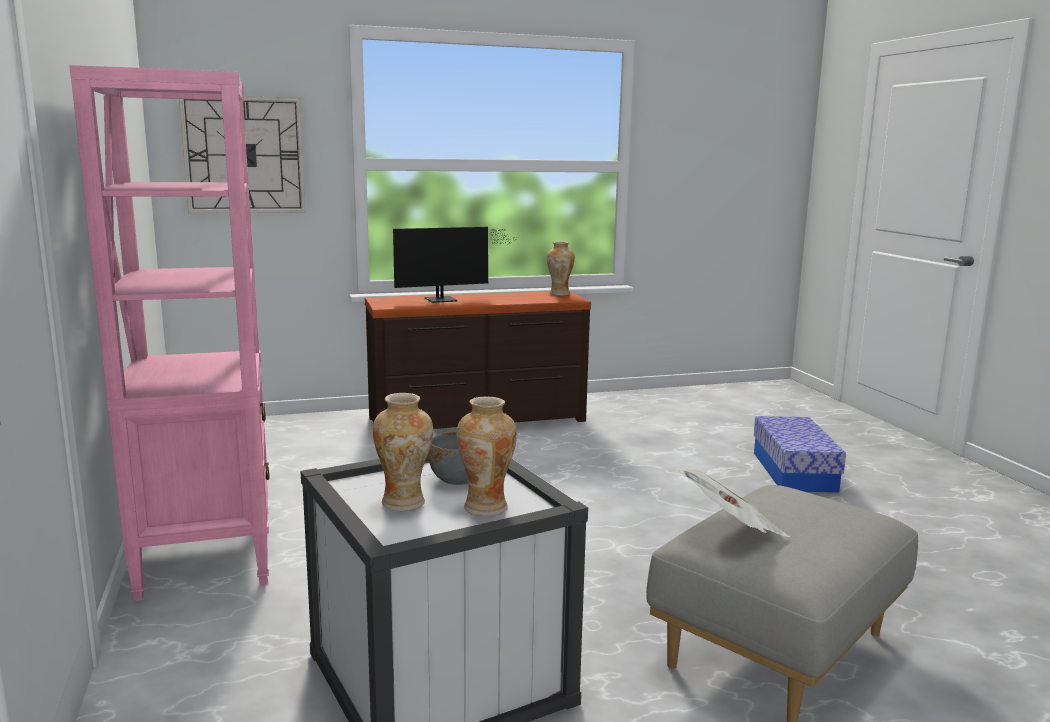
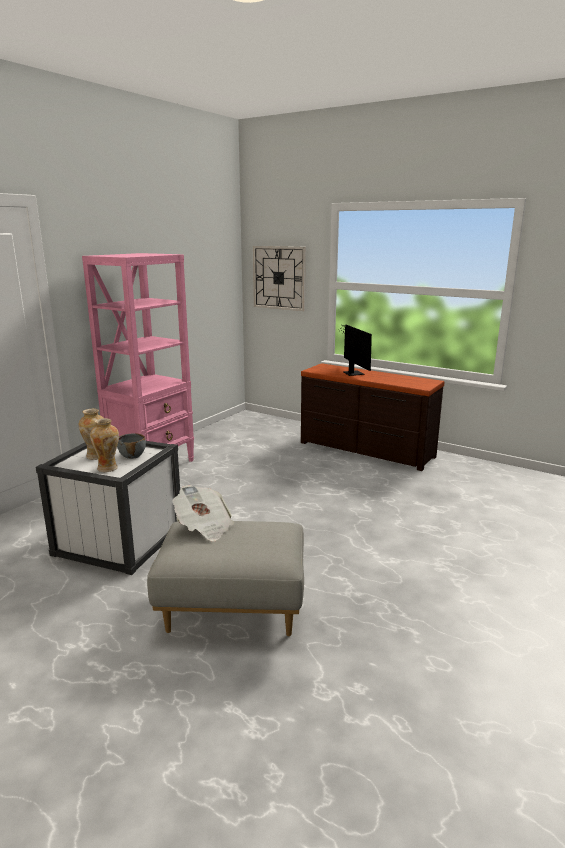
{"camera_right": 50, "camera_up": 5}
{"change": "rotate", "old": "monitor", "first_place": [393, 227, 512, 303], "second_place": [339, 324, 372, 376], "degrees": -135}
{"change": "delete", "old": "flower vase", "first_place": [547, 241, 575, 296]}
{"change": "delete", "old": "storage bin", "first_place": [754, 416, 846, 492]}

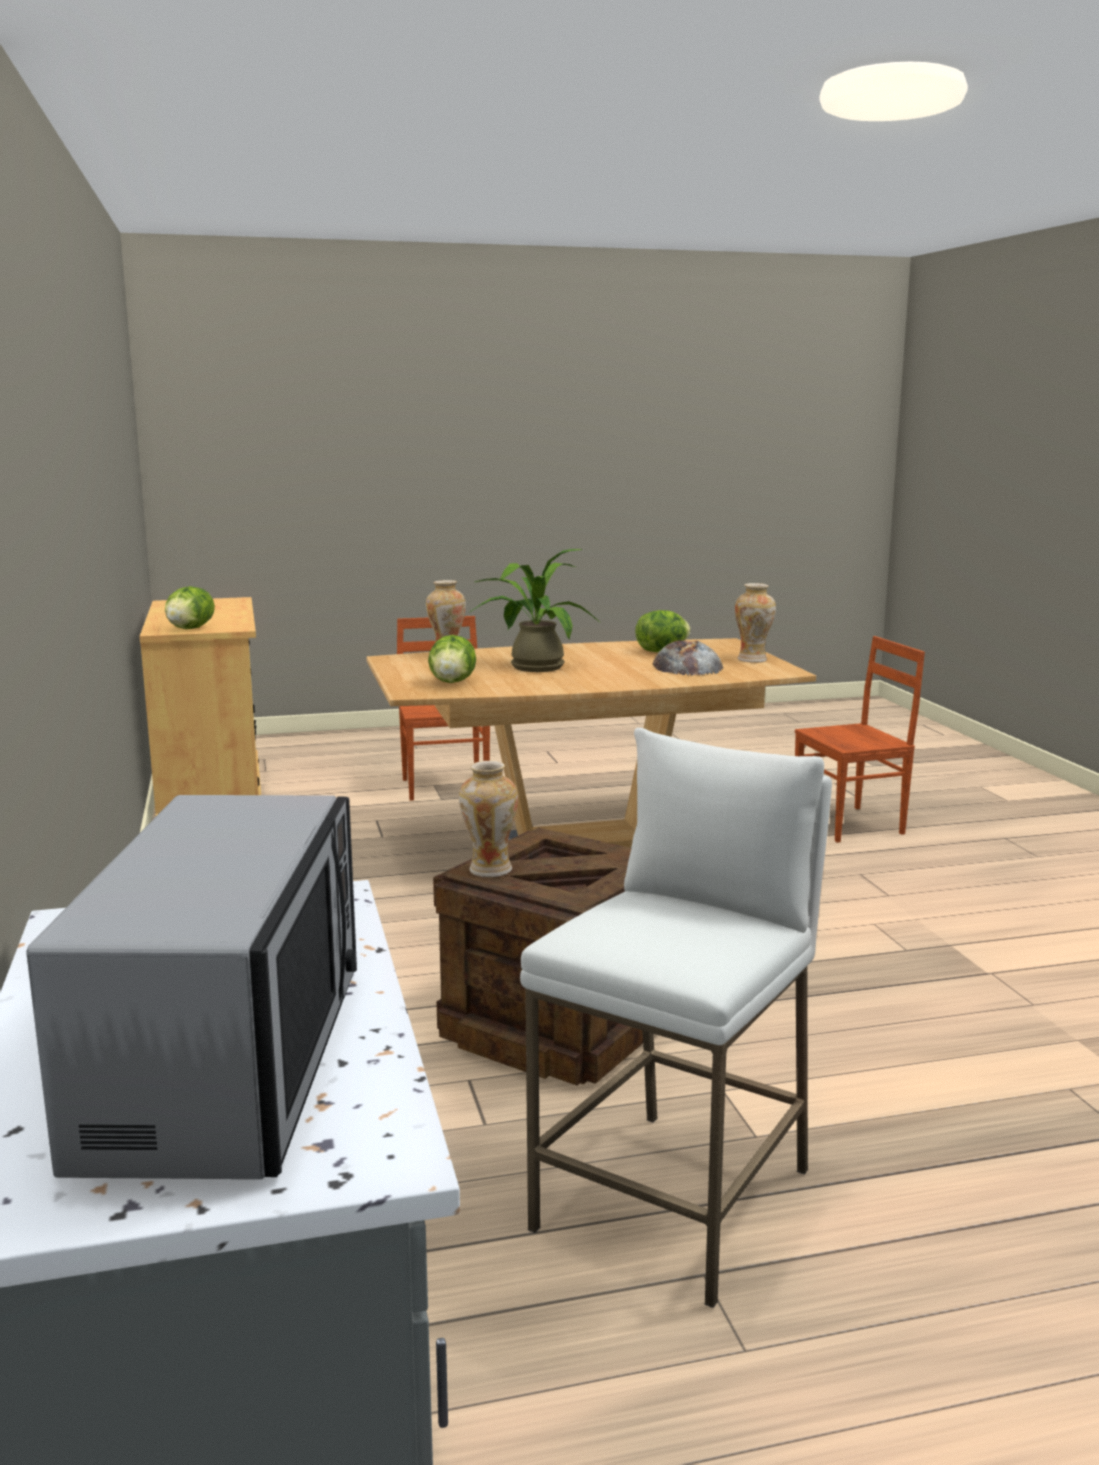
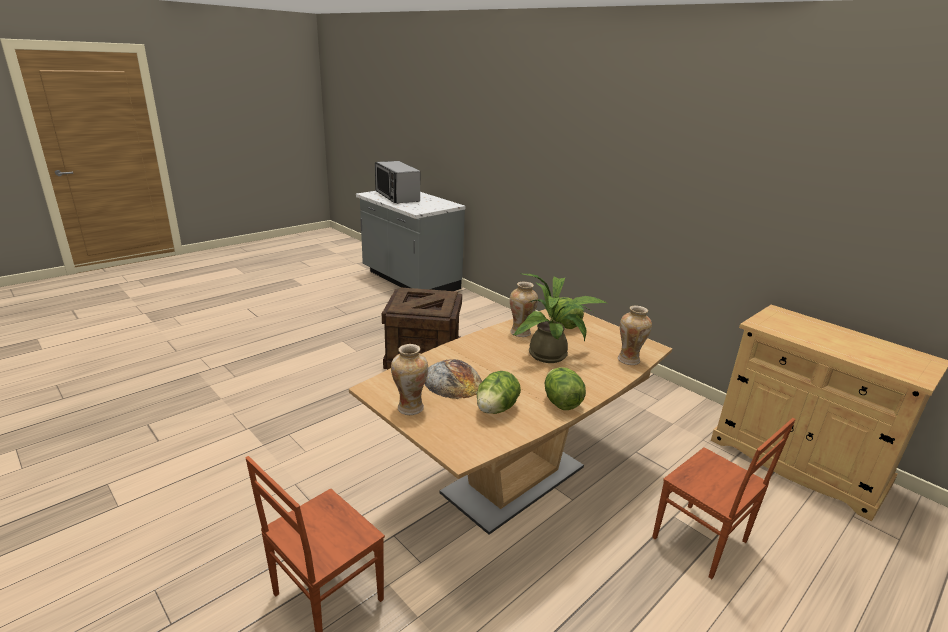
{"camera_right": 150, "camera_up": 10}
{"change": "move", "old": "lettuce head", "first_place": [165, 586, 215, 629], "second_place": [545, 367, 586, 410]}
{"change": "move", "old": "flower vase", "first_place": [459, 761, 518, 878], "second_place": [510, 282, 538, 337]}
{"change": "delete", "old": "white stool", "first_place": [520, 728, 832, 1308]}

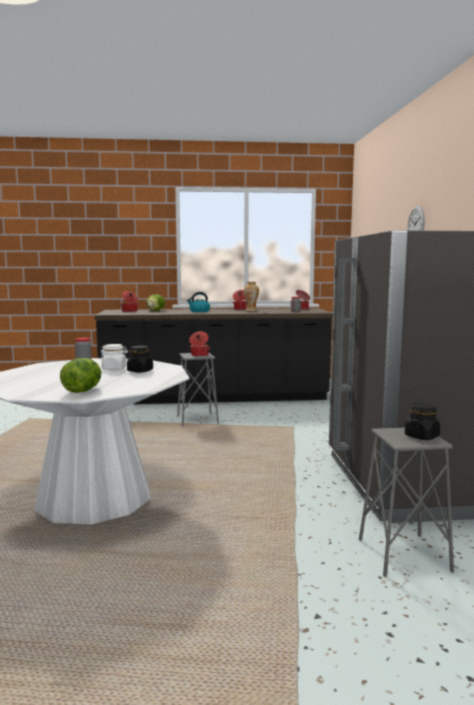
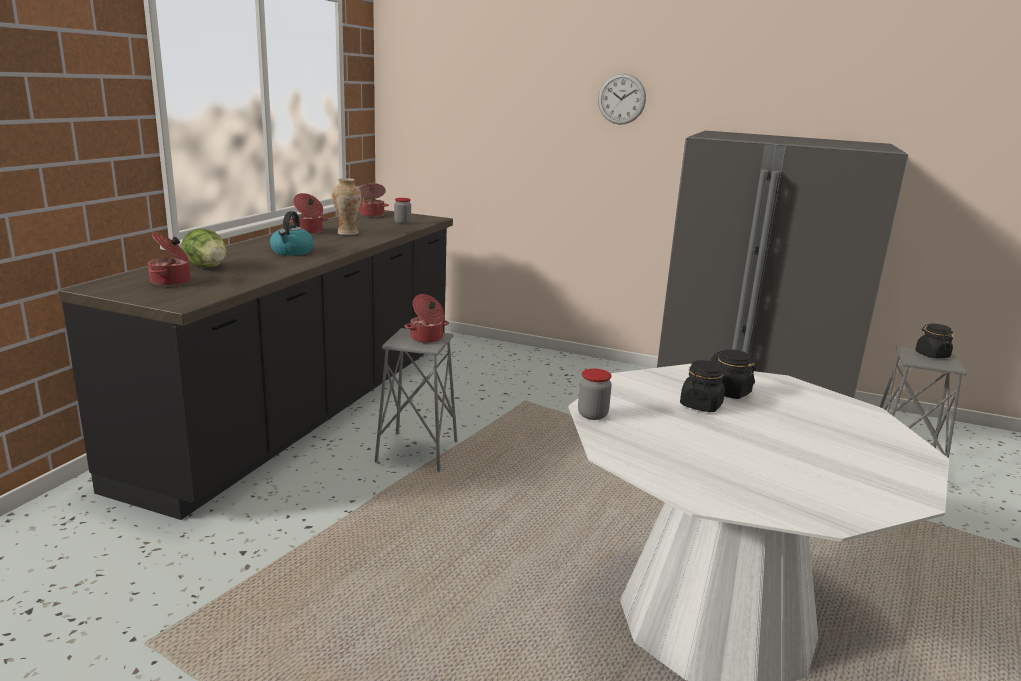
{"camera_right": -65, "camera_up": 10}
{"change": "delete", "old": "lettuce head", "first_place": [60, 358, 101, 393]}
{"change": "recolor", "old": "white storage jar", "new": "black-coloured storage jar", "first_place": [100, 344, 128, 370], "second_place": [680, 360, 725, 412]}

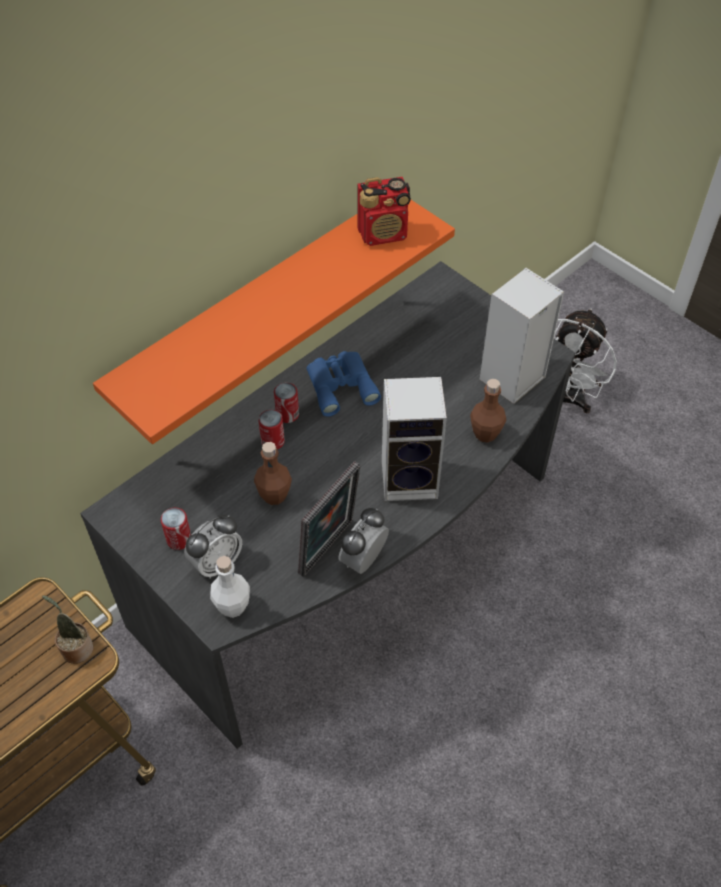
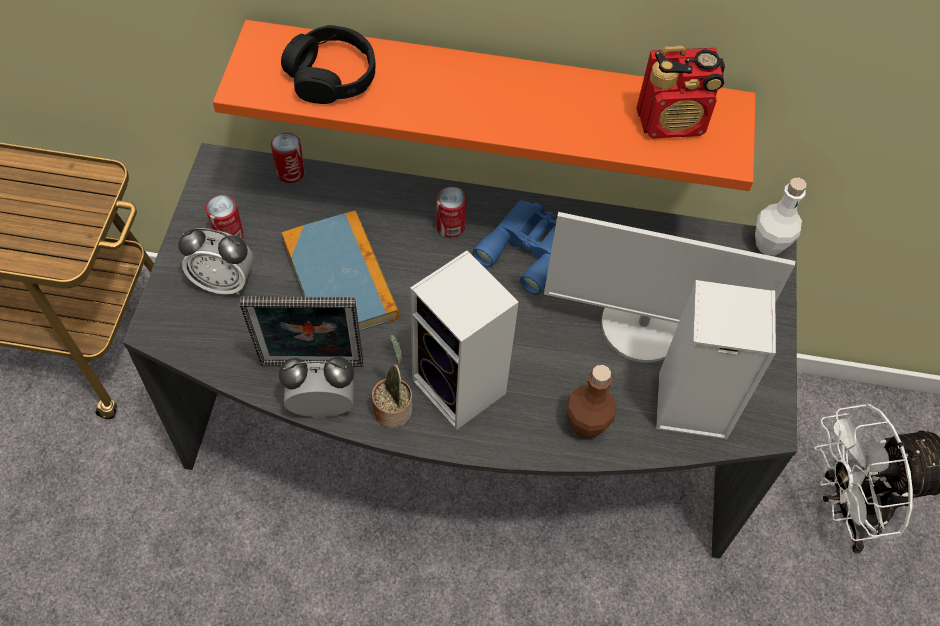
{"camera_right": 50, "camera_up": 5}
{"change": "move", "old": "potted plant", "first_place": [42, 595, 93, 664], "second_place": [372, 335, 412, 428]}
{"change": "move", "old": "white drink bottle", "first_place": [210, 556, 250, 618], "second_place": [755, 178, 807, 256]}
{"change": "replace", "old": "brown-coloured drink bottle", "new": "book", "first_place": [254, 442, 292, 505], "second_place": [282, 210, 400, 331]}
{"change": "move", "old": "metal can", "first_place": [258, 410, 285, 450], "second_place": [271, 132, 305, 183]}
{"change": "rotate", "old": "radio receiver", "first_place": [357, 177, 411, 246], "second_place": [636, 45, 725, 139], "degrees": -45}
{"change": "insert", "new": "black-coloured headset", "second_place": [281, 25, 376, 104]}
{"change": "insert", "new": "monitor", "second_place": [544, 212, 795, 363]}

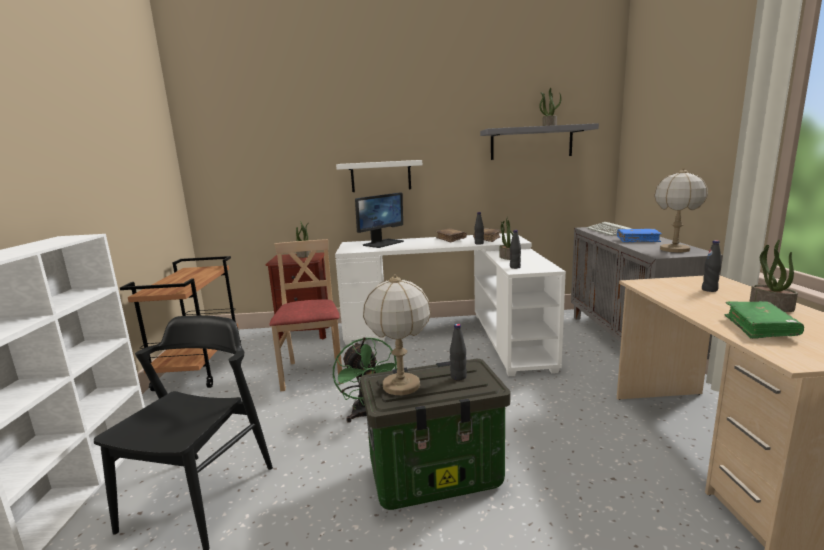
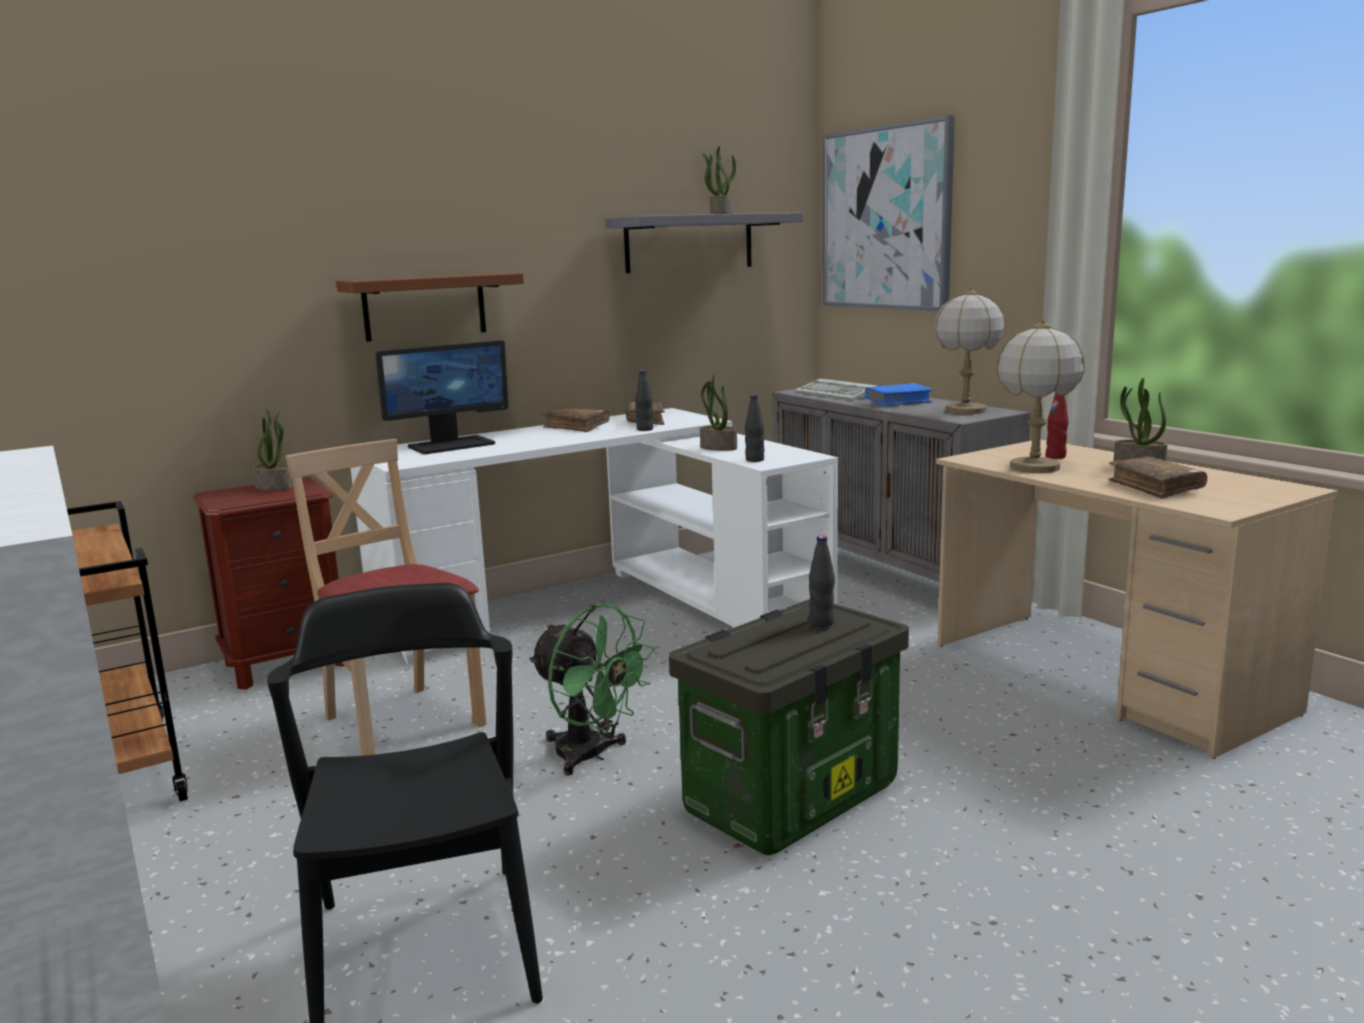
{"camera_right": -30, "camera_up": 0}
{"change": "recolor", "old": "white shelf", "new": "brown-coloured shelf", "first_place": [336, 160, 422, 192], "second_place": [336, 273, 524, 342]}
{"change": "rotate", "old": "monitor", "first_place": [355, 192, 404, 248], "second_place": [375, 340, 508, 454], "degrees": 45}
{"change": "move", "old": "lamp for a table", "first_place": [363, 274, 431, 395], "second_place": [996, 319, 1085, 473]}
{"change": "recolor", "old": "black-coloured drink bottle", "new": "reddish drink bottle", "first_place": [702, 240, 722, 292], "second_place": [1046, 393, 1069, 459]}
{"change": "recolor", "old": "green-coloured book", "new": "brown-coloured book", "first_place": [725, 301, 804, 339], "second_place": [1108, 456, 1207, 499]}
{"change": "insert", "new": "wall picture", "second_place": [823, 115, 955, 312]}

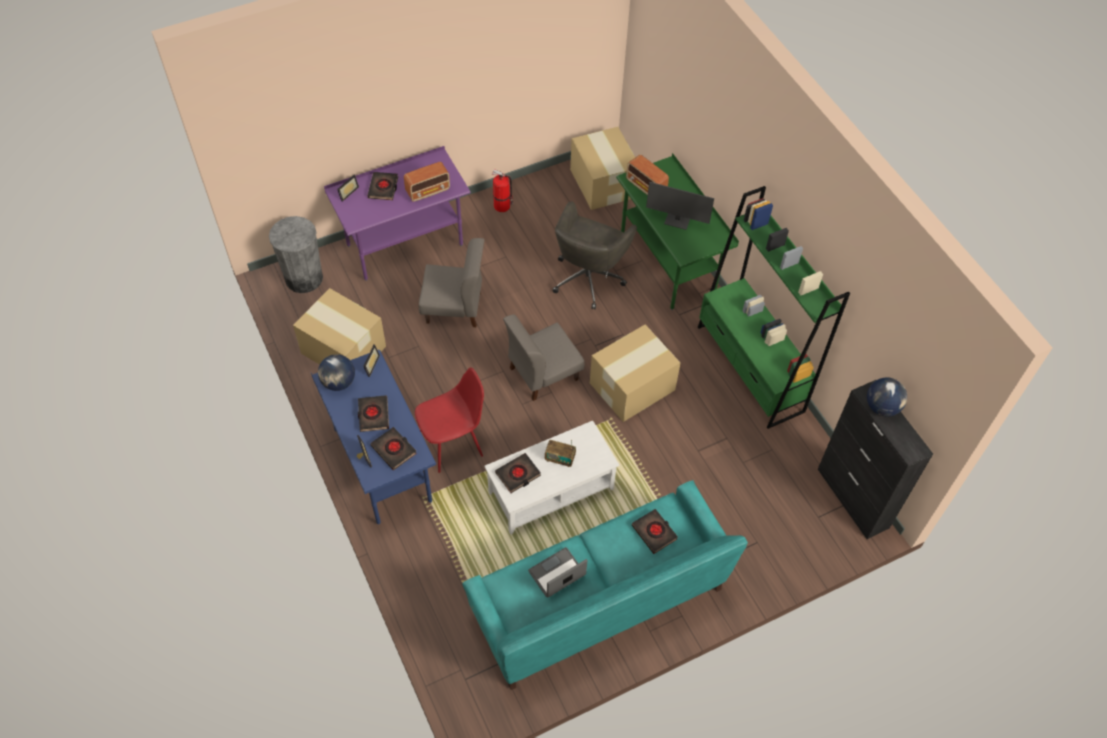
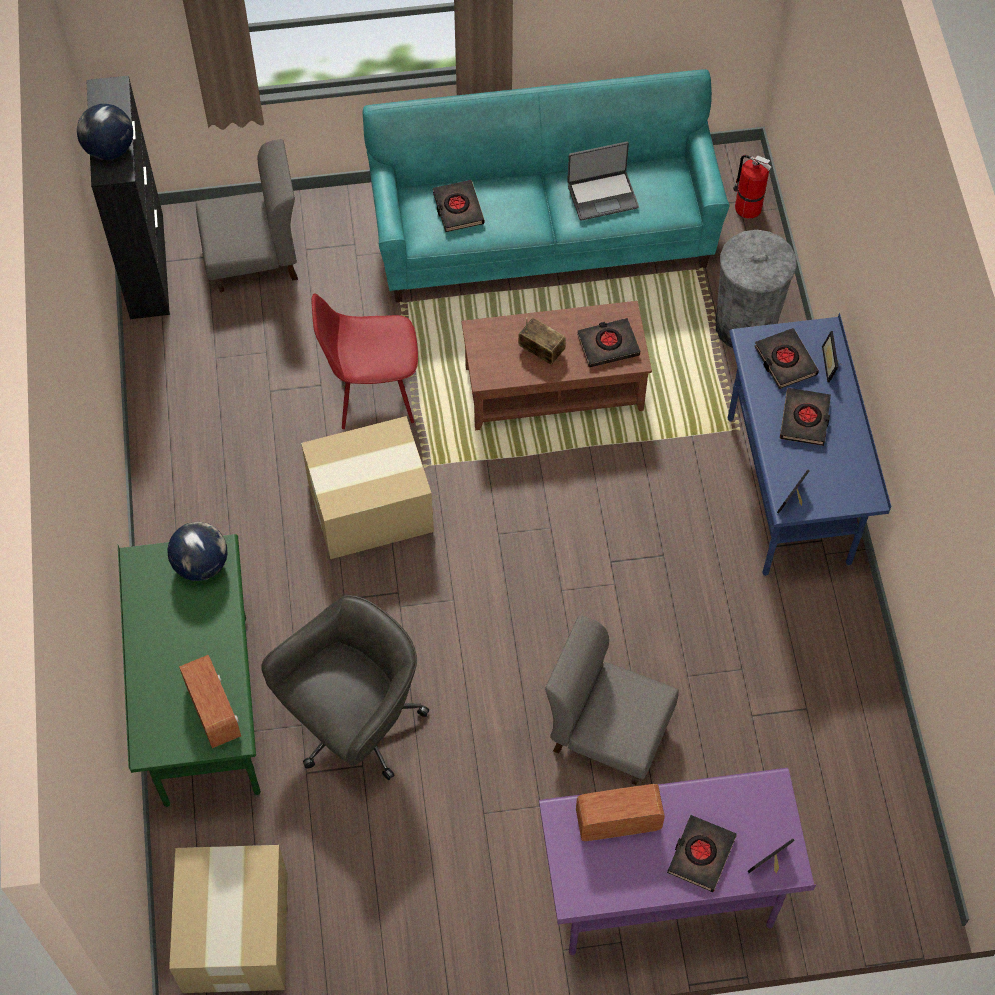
{"camera_right": -160, "camera_up": 5}
{"change": "move", "old": "greyish waste bin", "first_place": [269, 216, 323, 293], "second_place": [715, 230, 797, 348]}
{"change": "delete", "old": "carton", "first_place": [293, 288, 386, 365]}
{"change": "move", "old": "desk globe", "first_place": [318, 354, 355, 391], "second_place": [167, 522, 227, 581]}
{"change": "move", "old": "reddish upright chair", "first_place": [415, 367, 484, 473], "second_place": [312, 293, 418, 429]}
{"change": "recolor", "old": "white low table", "new": "brown-coloured low table", "first_place": [484, 421, 619, 535], "second_place": [462, 301, 652, 430]}
{"change": "move", "old": "extinguisher", "first_place": [492, 169, 513, 212], "second_place": [733, 155, 772, 219]}
{"change": "move", "old": "greyish upright chair", "first_place": [503, 314, 585, 401], "second_place": [196, 139, 298, 292]}
{"change": "delete", "old": "monitor", "first_place": [646, 182, 714, 230]}
{"change": "delete", "old": "green-coloured bookcase", "first_place": [698, 186, 850, 429]}

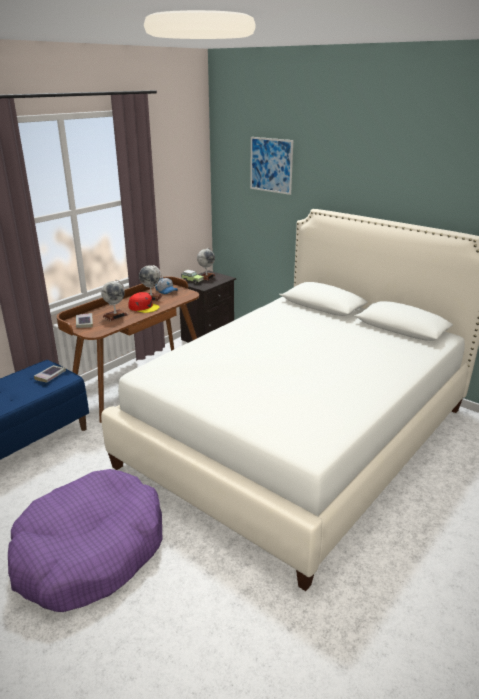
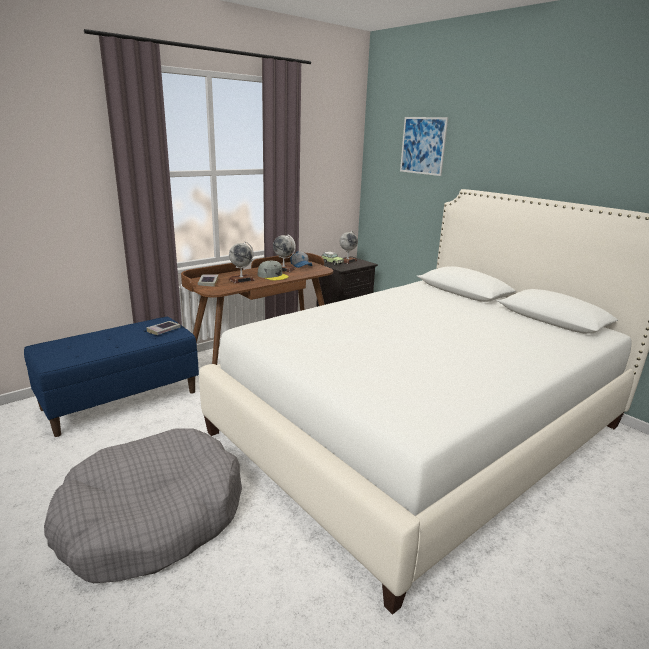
{"camera_right": 10, "camera_up": -5}
{"change": "recolor", "old": "purplish dog bed", "new": "greyish dog bed", "first_place": [8, 469, 162, 612], "second_place": [44, 428, 242, 583]}
{"change": "recolor", "old": "reddish cap", "new": "greyish cap", "first_place": [128, 292, 160, 313], "second_place": [258, 261, 289, 280]}

